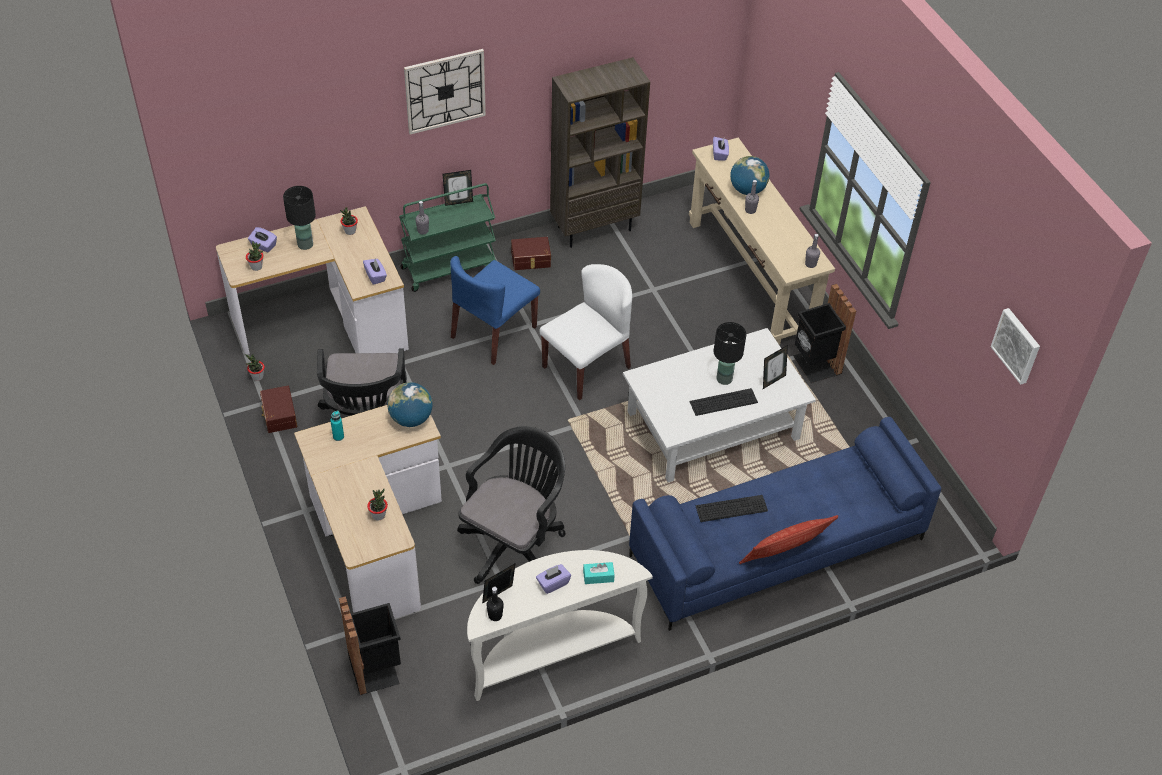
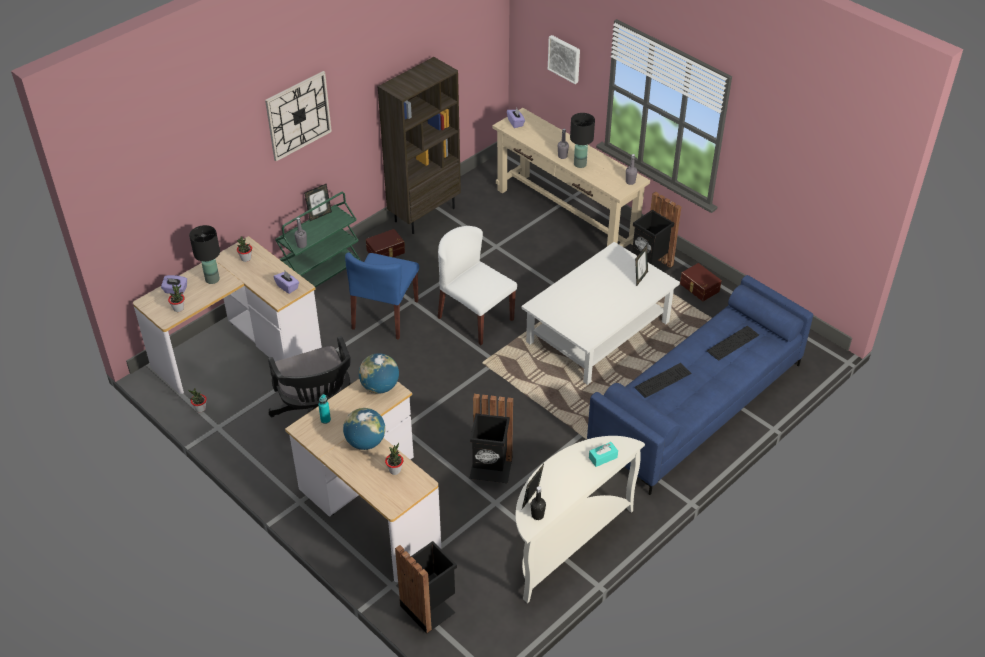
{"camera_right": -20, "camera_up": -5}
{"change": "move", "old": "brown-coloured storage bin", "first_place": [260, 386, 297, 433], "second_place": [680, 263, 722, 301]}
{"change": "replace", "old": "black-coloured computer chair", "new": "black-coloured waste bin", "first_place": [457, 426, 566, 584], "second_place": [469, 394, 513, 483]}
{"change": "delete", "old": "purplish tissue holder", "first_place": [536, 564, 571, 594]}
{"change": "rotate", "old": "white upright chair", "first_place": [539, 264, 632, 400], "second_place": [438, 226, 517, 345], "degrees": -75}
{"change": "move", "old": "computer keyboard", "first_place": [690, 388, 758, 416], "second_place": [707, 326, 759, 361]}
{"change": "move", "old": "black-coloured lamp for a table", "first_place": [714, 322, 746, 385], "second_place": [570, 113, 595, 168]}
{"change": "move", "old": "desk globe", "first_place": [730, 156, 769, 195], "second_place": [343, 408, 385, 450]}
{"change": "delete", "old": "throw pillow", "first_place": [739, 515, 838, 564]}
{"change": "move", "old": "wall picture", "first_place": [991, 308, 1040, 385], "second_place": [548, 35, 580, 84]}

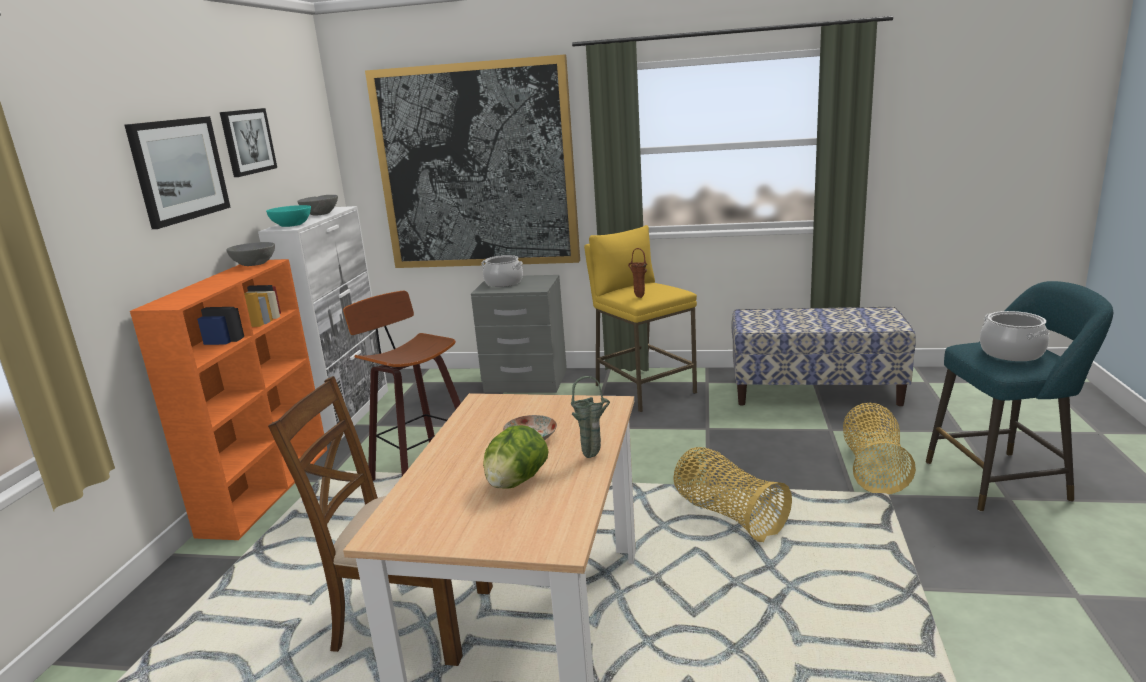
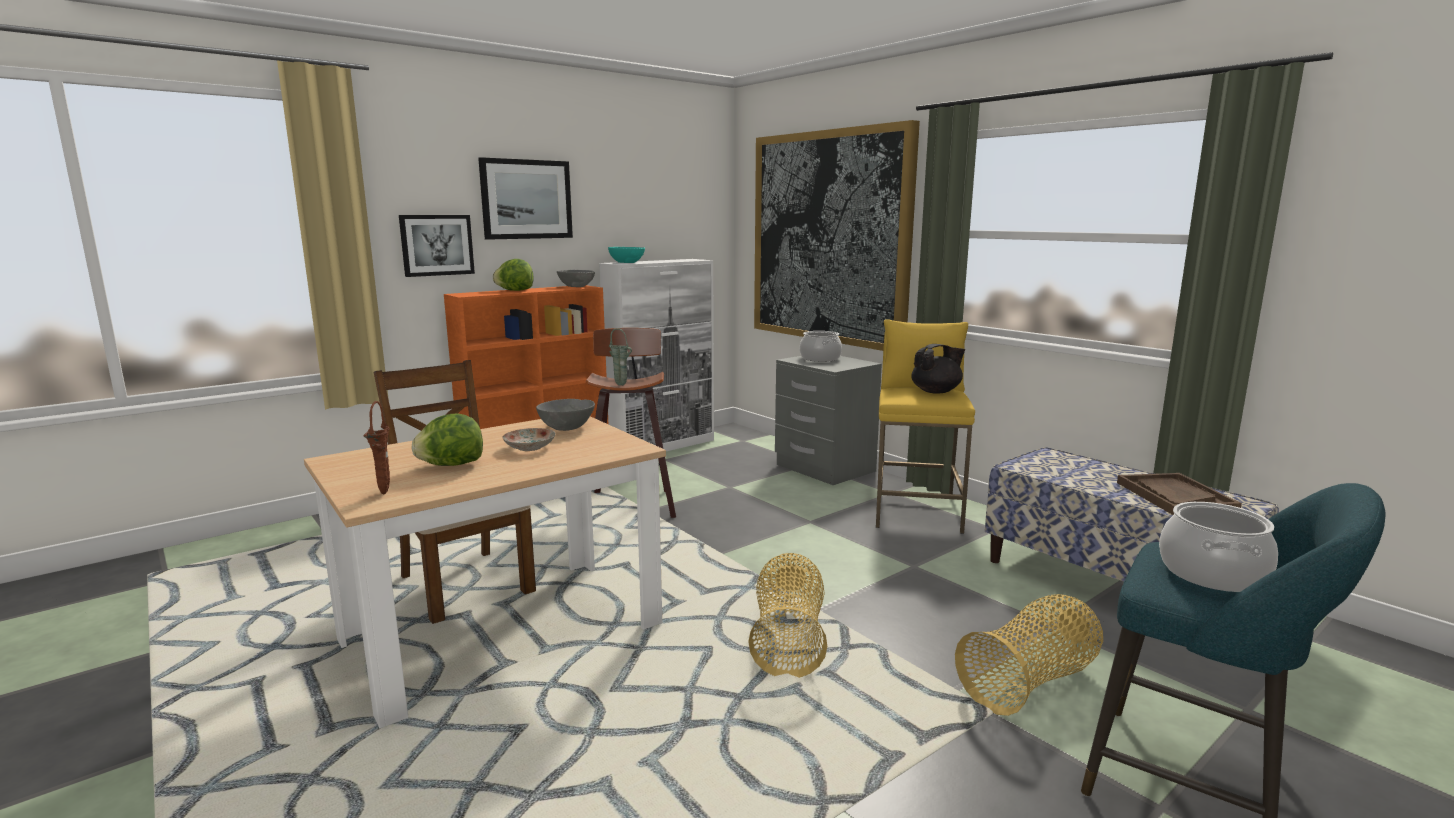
{"camera_right": 40, "camera_up": -5}
{"change": "move", "old": "wall picture", "first_place": [220, 108, 277, 177], "second_place": [399, 215, 475, 277]}
{"change": "move", "old": "greyish deep dish", "first_place": [297, 195, 338, 215], "second_place": [536, 399, 595, 431]}
{"change": "move", "old": "green-coloured flower vase", "first_place": [571, 376, 610, 458], "second_place": [609, 328, 632, 385]}
{"change": "move", "old": "brown-coloured flower vase", "first_place": [628, 248, 647, 298], "second_place": [363, 401, 390, 495]}
{"change": "insert", "new": "lettuce head", "second_place": [493, 259, 534, 291]}
{"change": "insert", "new": "black-coloured teapot", "second_place": [911, 344, 965, 394]}
{"change": "insert", "new": "brown-coloured carrying tray", "second_place": [1117, 473, 1242, 515]}

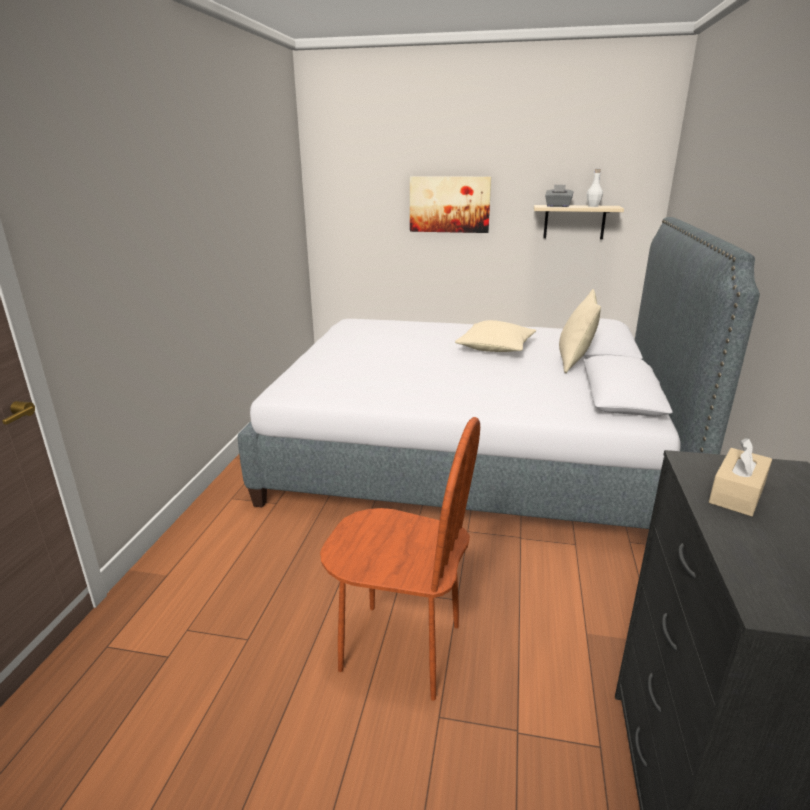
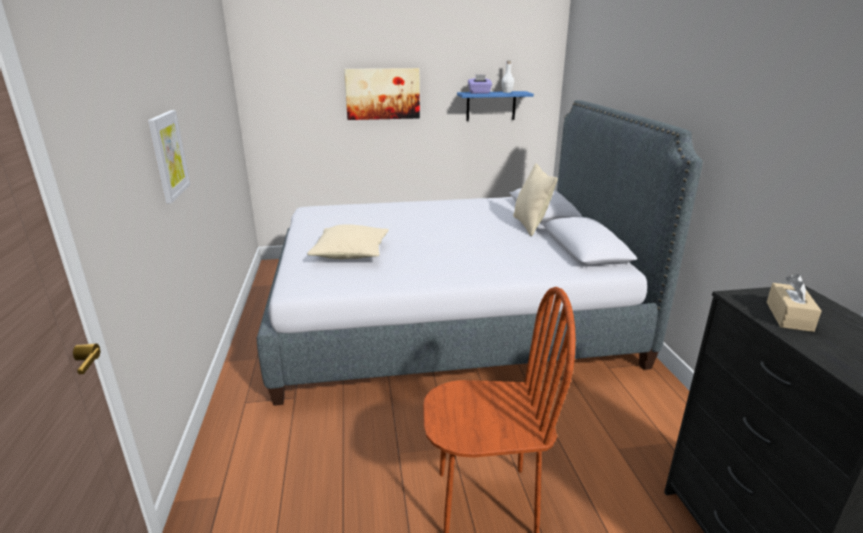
{"camera_right": -20, "camera_up": 0}
{"change": "move", "old": "sand-coloured throw pillow", "first_place": [455, 320, 536, 352], "second_place": [307, 224, 389, 259]}
{"change": "recolor", "old": "sand-coloured shelf", "new": "blue-coloured shelf", "first_place": [534, 205, 624, 240], "second_place": [457, 91, 534, 121]}
{"change": "recolor", "old": "greyish tissue holder", "new": "purplish tissue holder", "first_place": [545, 184, 573, 207], "second_place": [468, 74, 492, 94]}
{"change": "insert", "new": "wall picture", "second_place": [148, 110, 190, 204]}

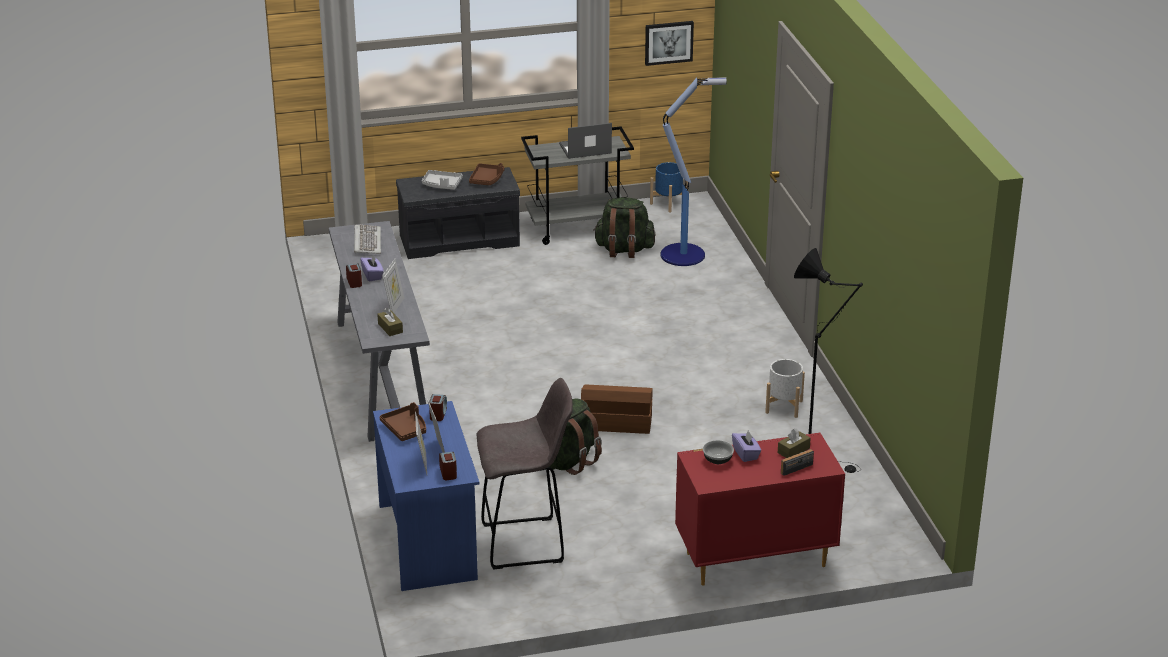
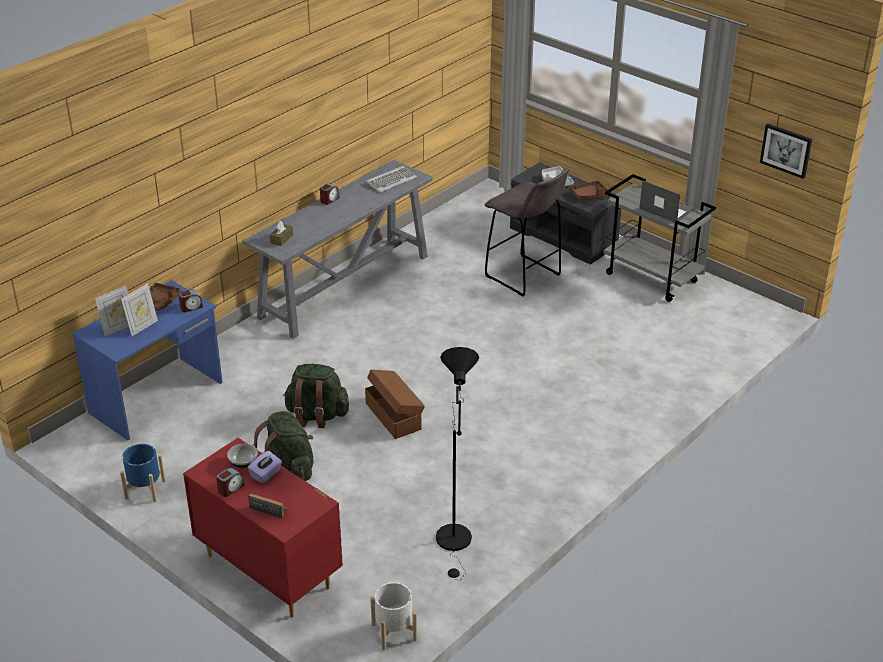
{"camera_right": 55, "camera_up": 5}
{"change": "delete", "old": "purplish tissue holder", "first_place": [360, 254, 384, 281]}
{"change": "delete", "old": "picture frame", "first_place": [382, 259, 404, 313]}
{"change": "move", "old": "bedside clock", "first_place": [439, 452, 457, 480], "second_place": [216, 468, 244, 497]}
{"change": "move", "old": "greyish stool", "first_place": [477, 378, 573, 569], "second_place": [484, 167, 570, 297]}
{"change": "move", "old": "green-coloured knapsack", "first_place": [593, 197, 656, 258], "second_place": [253, 411, 313, 481]}
{"change": "move", "old": "blue-coloured flower pot", "first_place": [650, 162, 688, 212], "second_place": [120, 444, 166, 502]}
{"change": "delete", "old": "standing lamp", "first_place": [660, 77, 726, 266]}
{"change": "move", "old": "white flower pot", "first_place": [765, 359, 805, 418], "second_place": [370, 582, 417, 650]}
{"change": "delete", "old": "brown-coloured tissue holder", "first_place": [778, 428, 811, 458]}

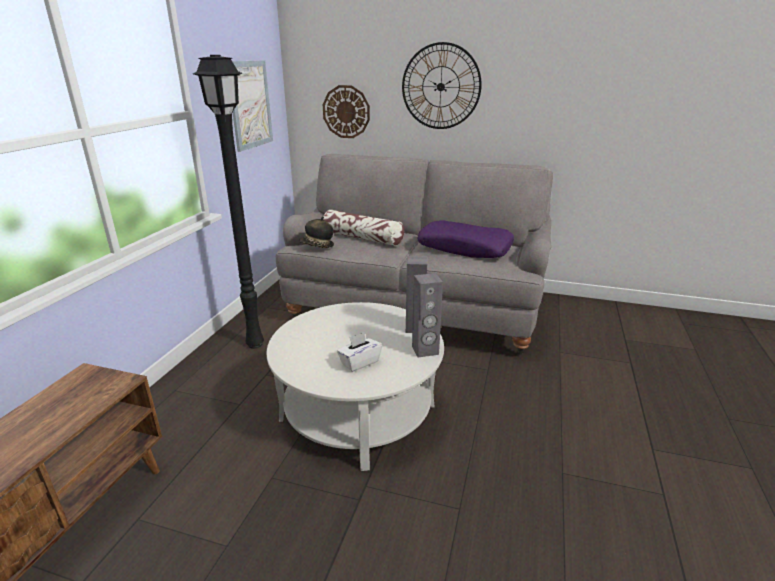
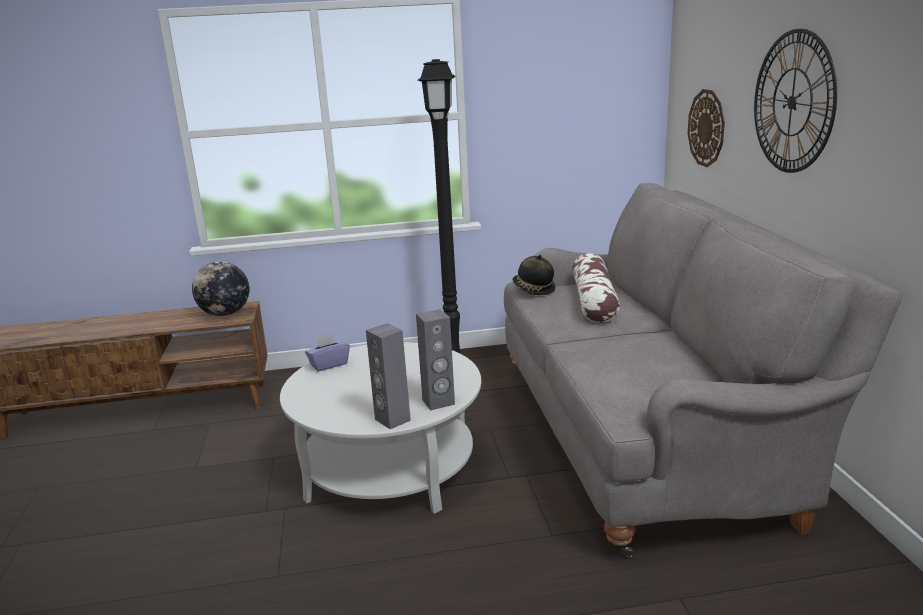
{"camera_right": 65, "camera_up": -5}
{"change": "delete", "old": "wall picture", "first_place": [232, 60, 273, 152]}
{"change": "delete", "old": "white tissue holder", "first_place": [337, 332, 382, 372]}
{"change": "delete", "old": "purplish throw pillow", "first_place": [417, 220, 514, 258]}
{"change": "insert", "new": "desk globe", "second_place": [192, 261, 249, 316]}
{"change": "insert", "new": "purplish tissue holder", "second_place": [305, 333, 350, 371]}

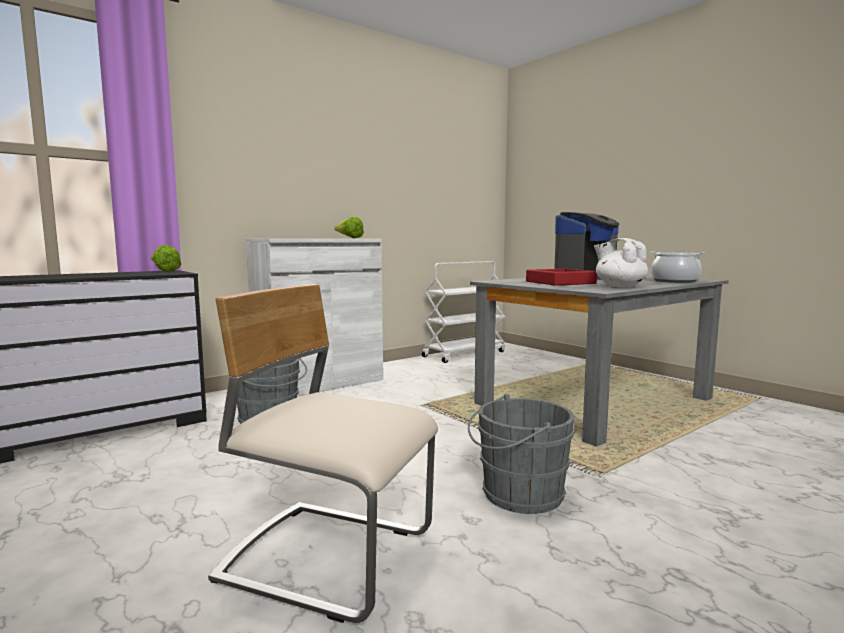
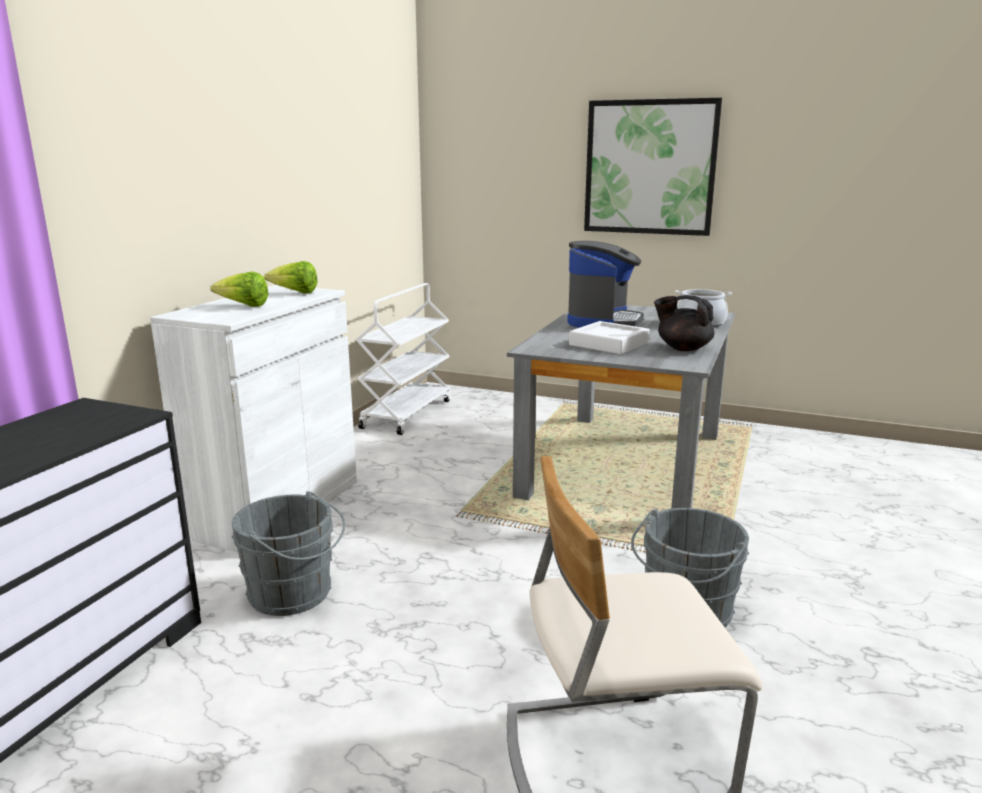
{"camera_right": -30, "camera_up": 10}
{"change": "move", "old": "lettuce head", "first_place": [151, 245, 181, 272], "second_place": [210, 272, 268, 307]}
{"change": "recolor", "old": "reddish carrying tray", "new": "white carrying tray", "first_place": [526, 269, 597, 286], "second_place": [569, 321, 650, 354]}
{"change": "recolor", "old": "white teapot", "new": "black-coloured teapot", "first_place": [594, 238, 648, 288], "second_place": [654, 295, 715, 351]}
{"change": "insert", "new": "wall picture", "second_place": [584, 98, 722, 236]}

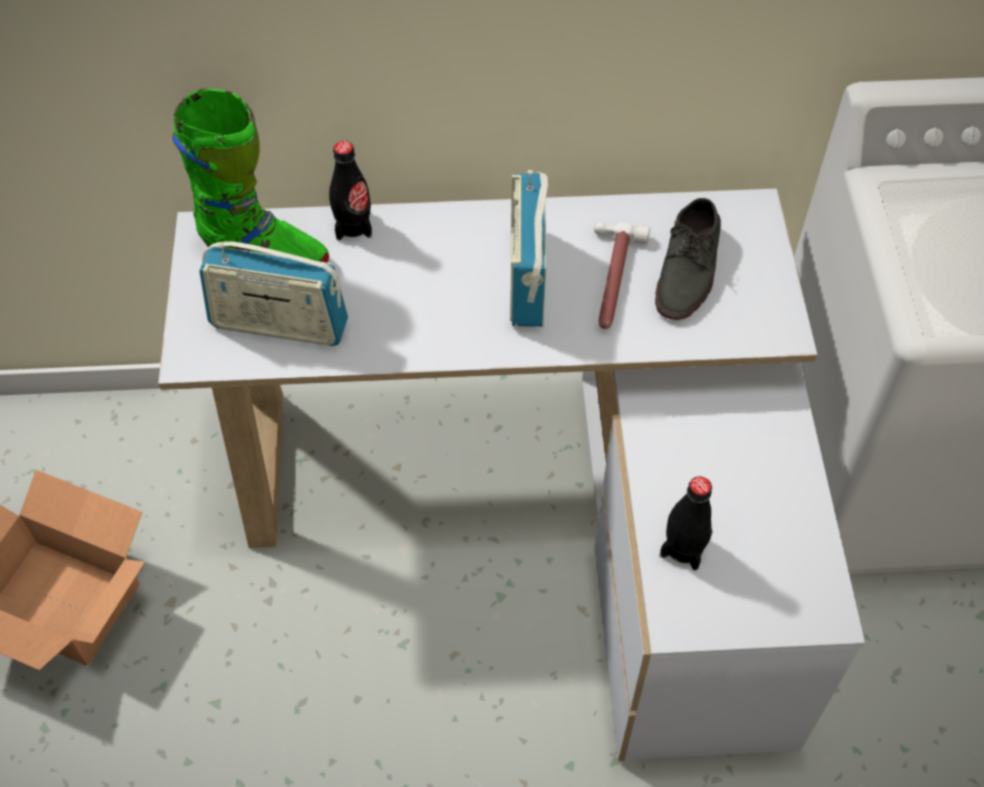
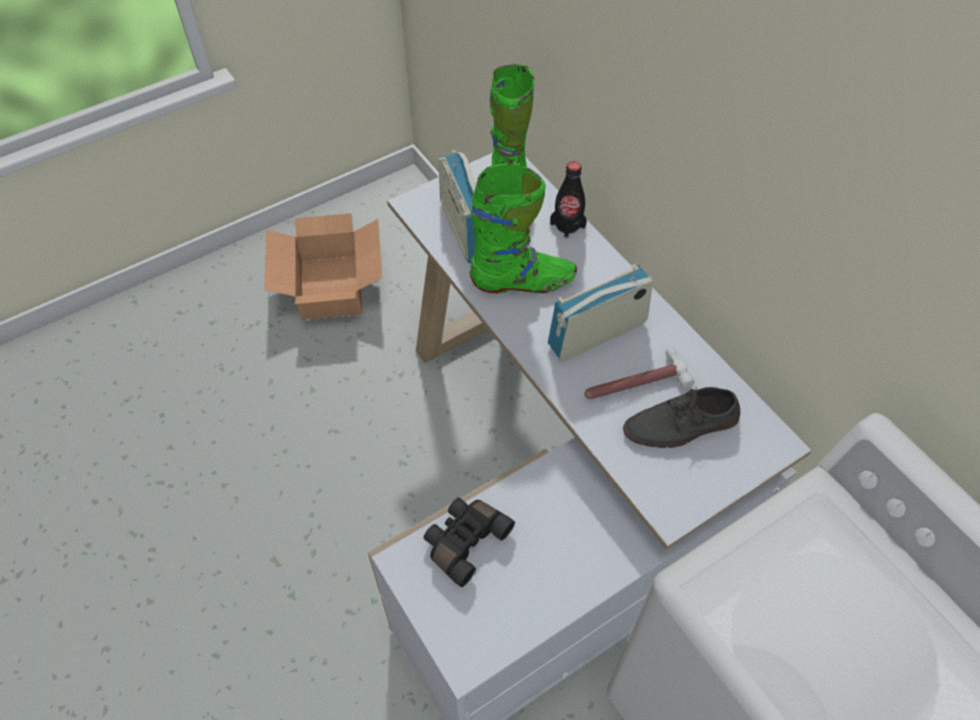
{"camera_right": 60, "camera_up": 0}
{"change": "replace", "old": "black-coloured drink bottle", "new": "black-coloured pair of binoculars", "first_place": [660, 476, 712, 571], "second_place": [424, 498, 515, 587]}
{"change": "insert", "new": "green-coloured tall boot", "second_place": [470, 162, 577, 293]}

